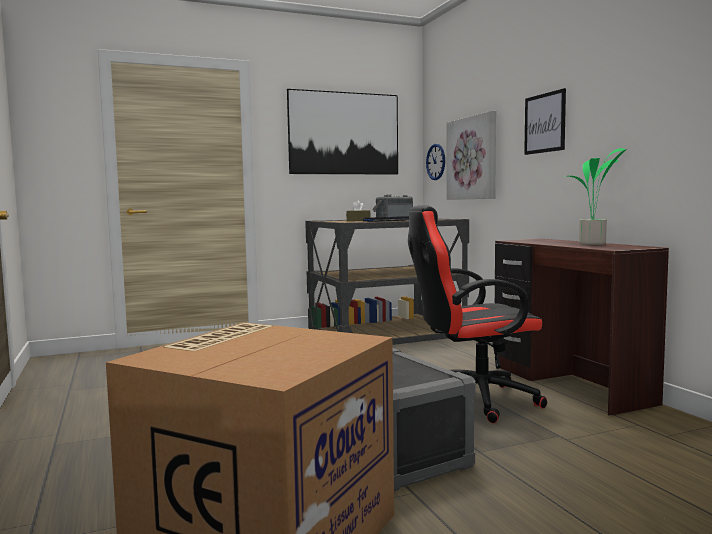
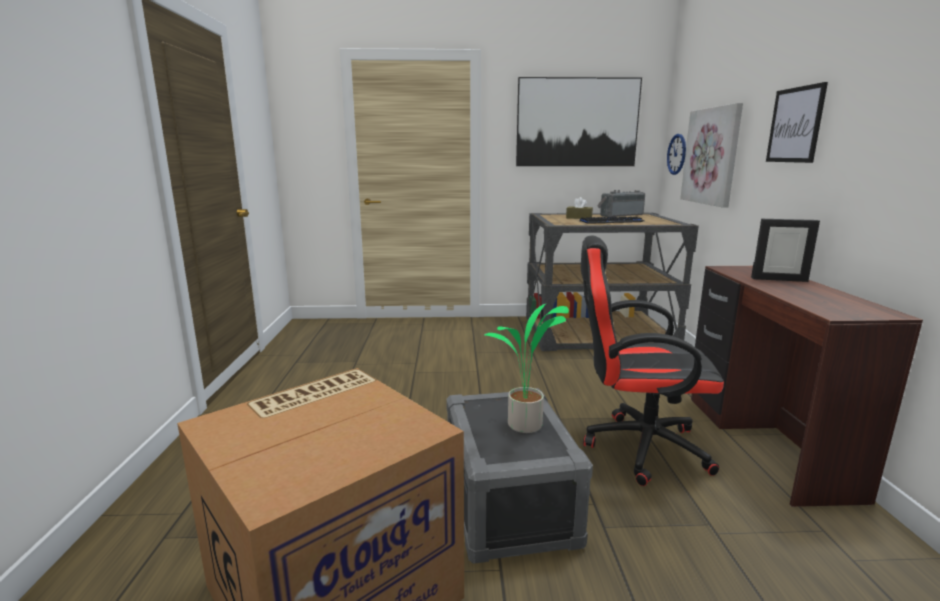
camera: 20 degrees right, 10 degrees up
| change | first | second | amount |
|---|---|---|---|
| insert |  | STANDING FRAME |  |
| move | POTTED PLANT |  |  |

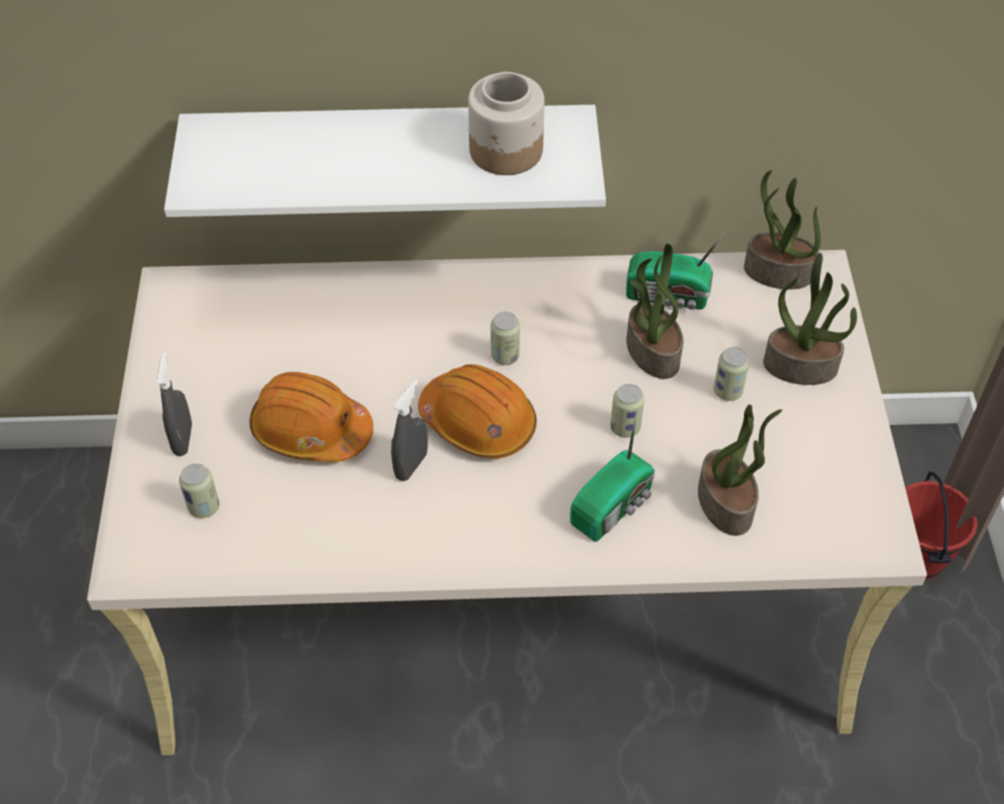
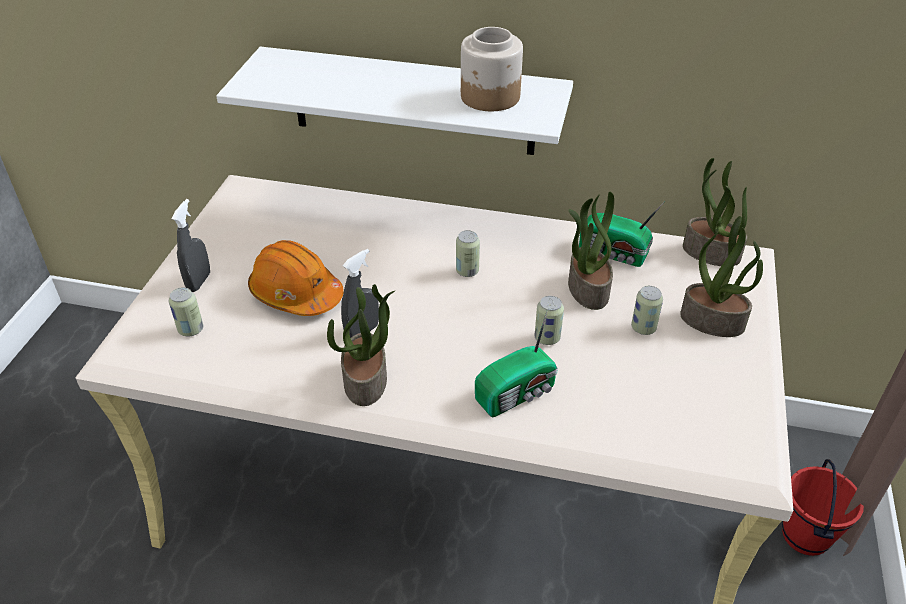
camera: 15 degrees right, 10 degrees down
| change | first | second | amount |
|---|---|---|---|
| delete | ORANGE-COLOURED WORK HELMET (2nd from left) |  |  |
| move | POTTED PLANT (2nd from left in the first image) | POTTED PLANT (1st from left) |  |

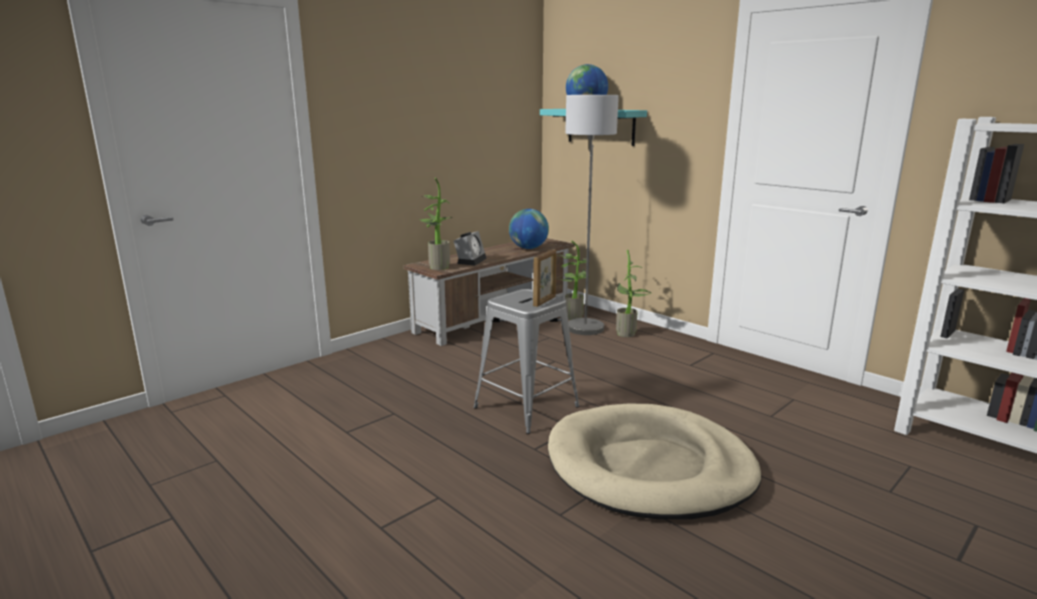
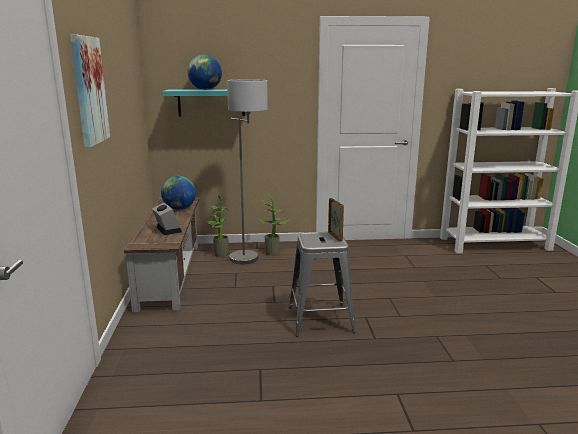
camera: 50 degrees left, 0 degrees up
| change | first | second | amount |
|---|---|---|---|
| delete | POTTED PLANT (1st from left) |  |  |
| delete | SAND-COLOURED DOG CUSHION |  |  |
| insert |  | PICTURE |  |

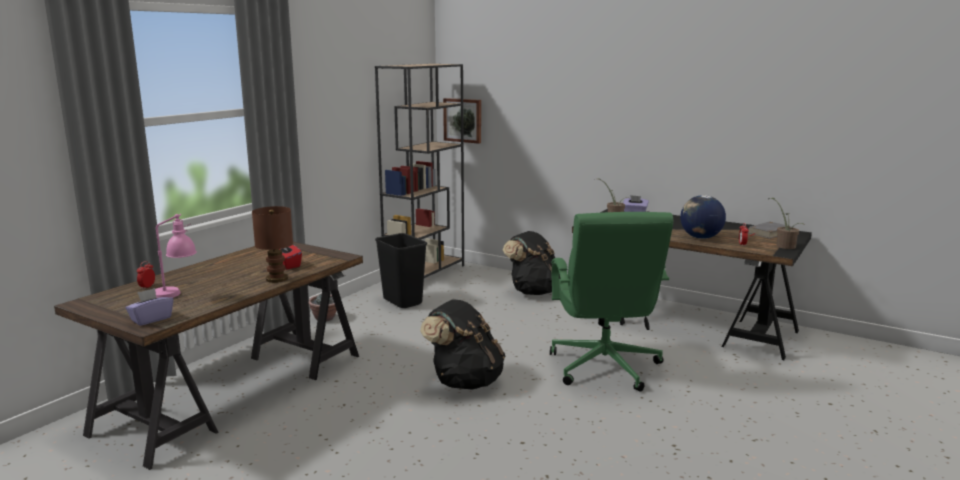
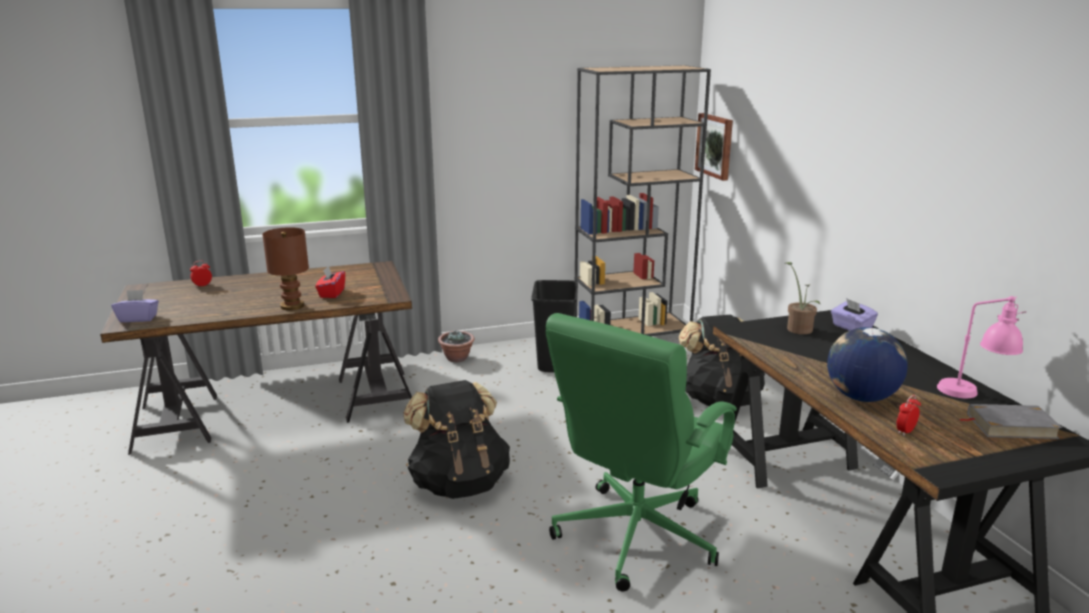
camera: 40 degrees right, 5 degrees up
| change | first | second | amount |
|---|---|---|---|
| delete | POTTED PLANT (3rd from left) |  |  |
| move | PINKISH LAMP FOR A TABLE |  |  |

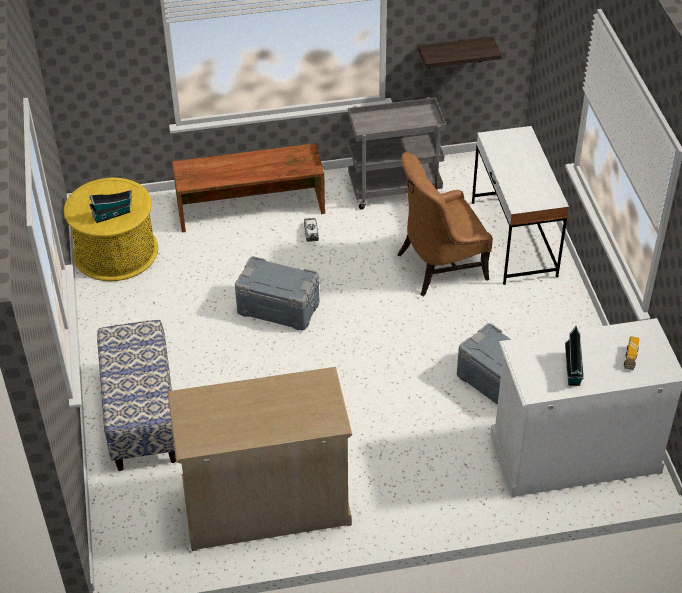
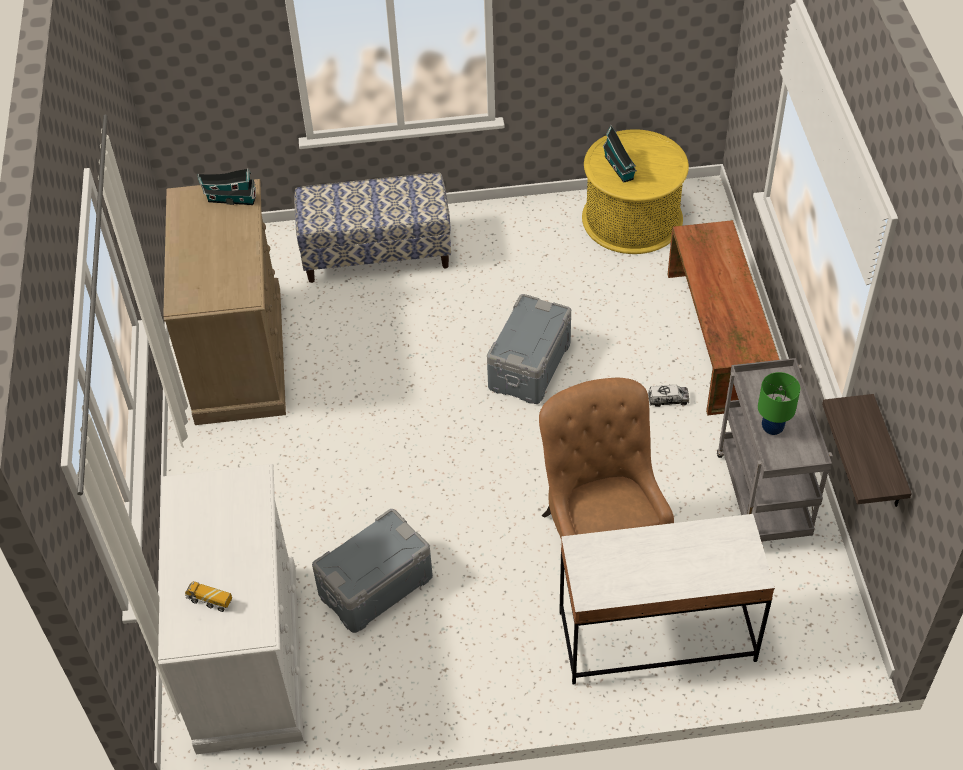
camera: 95 degrees right, 5 degrees up
| change | first | second | amount |
|---|---|---|---|
| insert |  | GREENISH LAMP FOR A TABLE |  |
| move | MINIATURE HOUSE (2nd from left in the first image) | MINIATURE HOUSE (1st from left) |  |

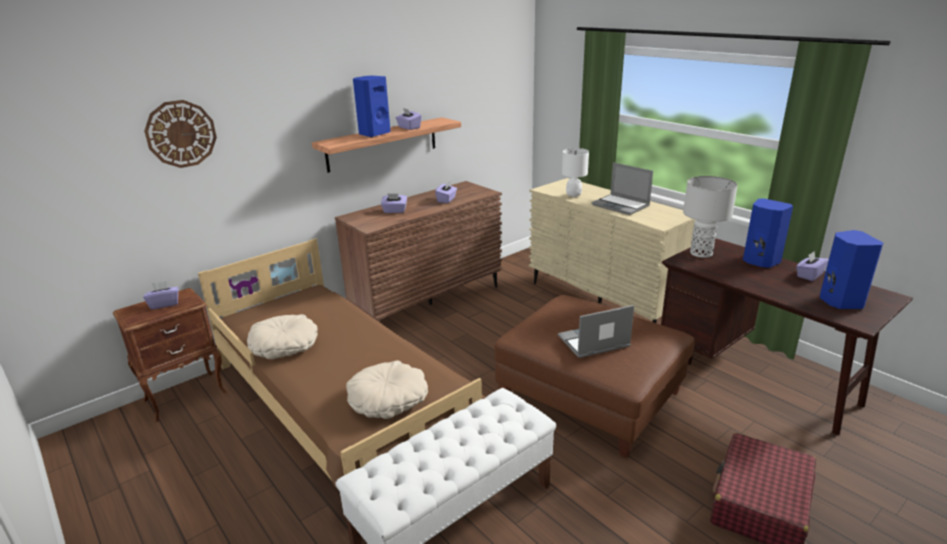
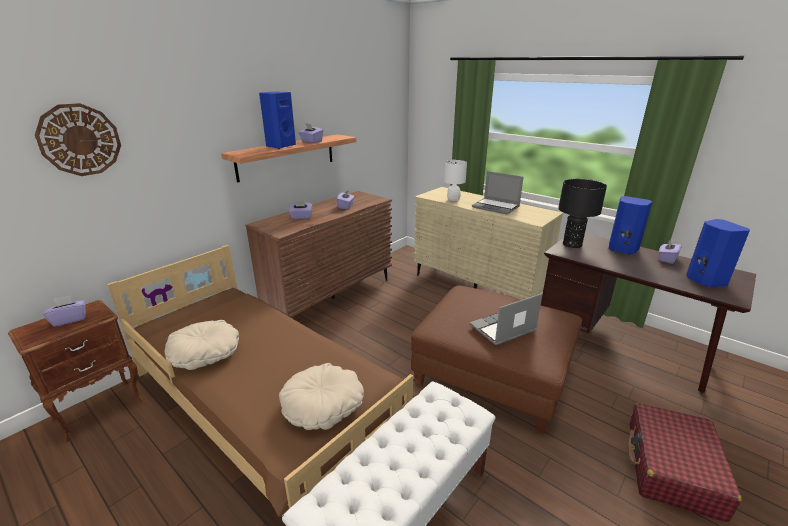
camera: 10 degrees left, 0 degrees up
| change | first | second | amount |
|---|---|---|---|
| recolor | WHITISH LAMP FOR A TABLE (2nd from left) | BLACKISH LAMP FOR A TABLE |  |

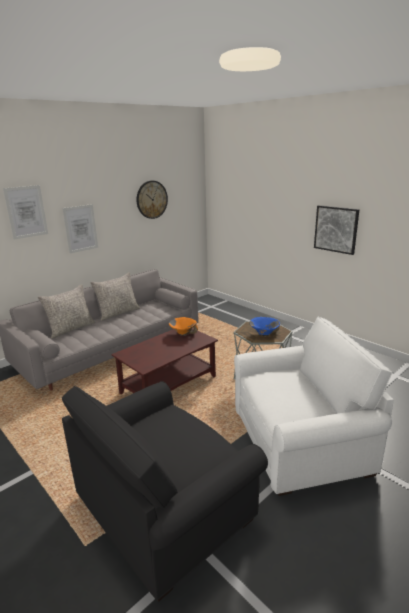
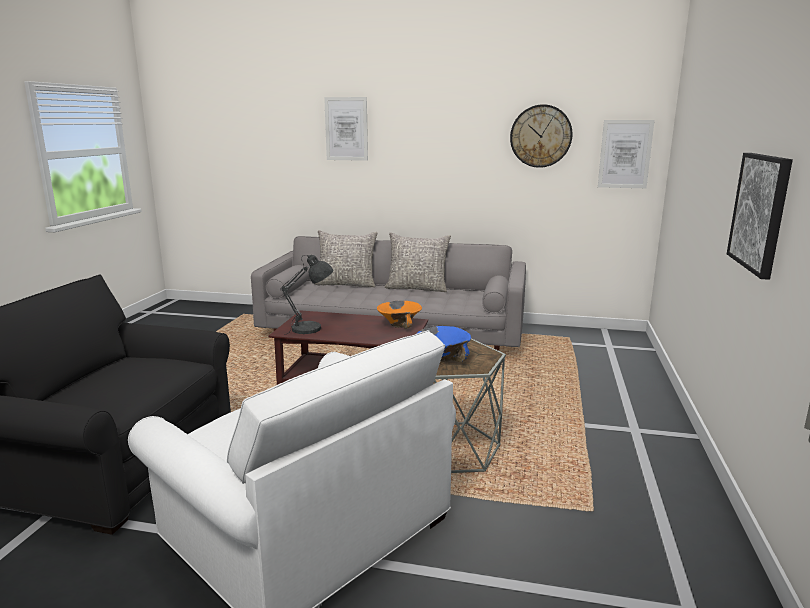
camera: 55 degrees right, 5 degrees down
| change | first | second | amount |
|---|---|---|---|
| insert |  | GREYISH LAMP FOR A TABLE |  |
| move | PICTURE (2nd from left) |  |  |

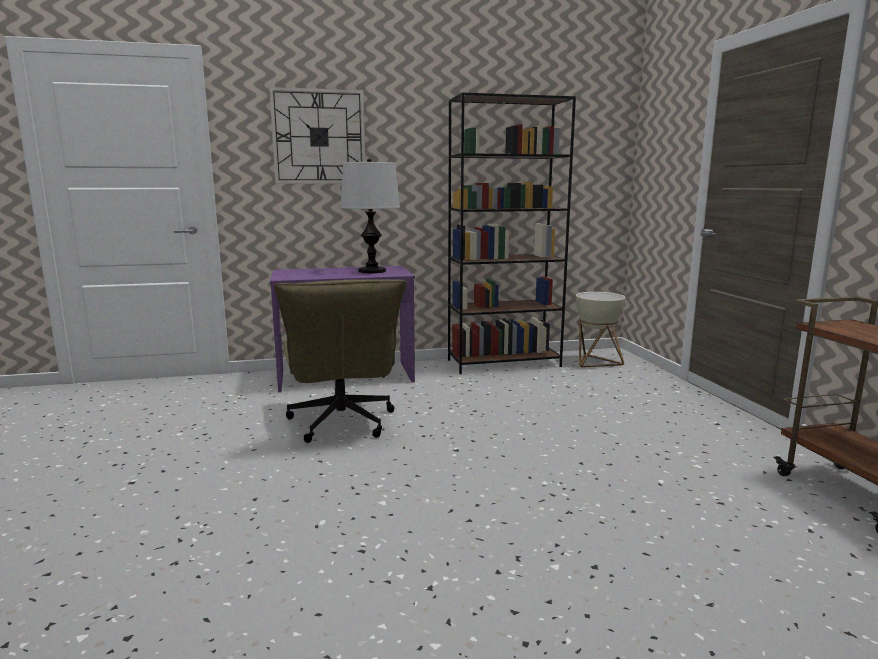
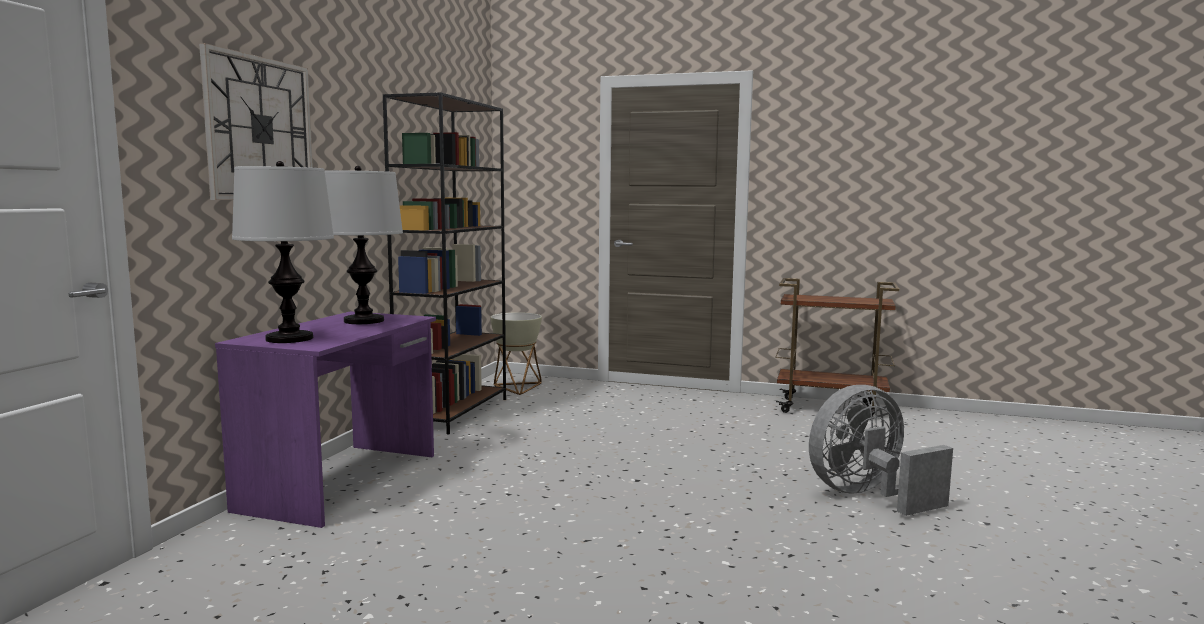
camera: 60 degrees left, 5 degrees down
| change | first | second | amount |
|---|---|---|---|
| delete | SAND-COLOURED COMPUTER CHAIR |  |  |
| insert |  | LAMP FOR A TABLE (1st from left) |  |
| insert |  | GREYISH COOLING FAN |  |

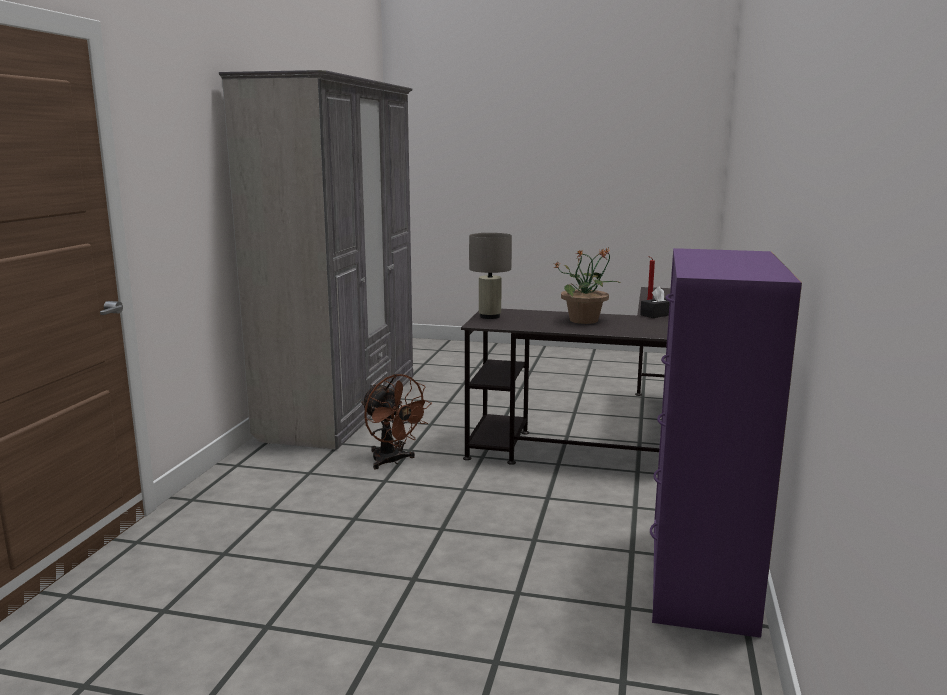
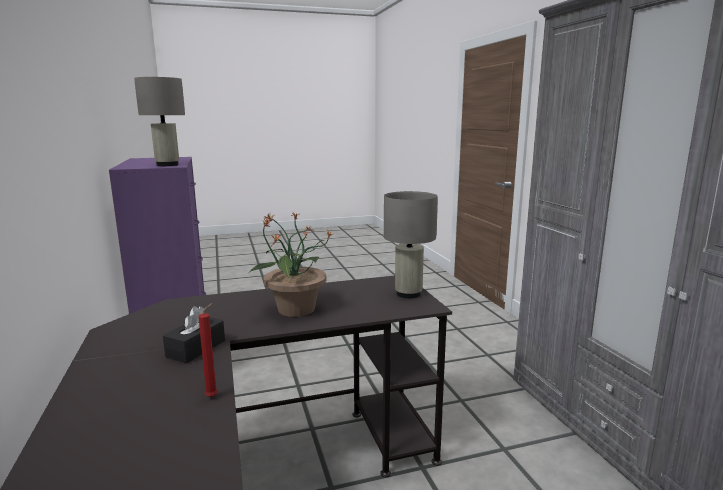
camera: 150 degrees right, 0 degrees up
| change | first | second | amount |
|---|---|---|---|
| delete | BROWNISH COOLING FAN |  |  |
| insert |  | GREYISH LAMP FOR A TABLE (1st from left) |  |

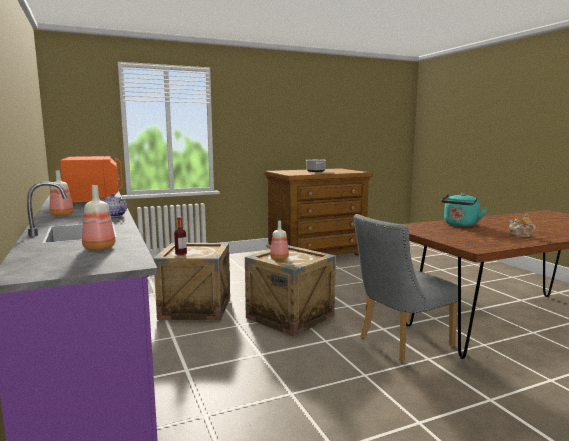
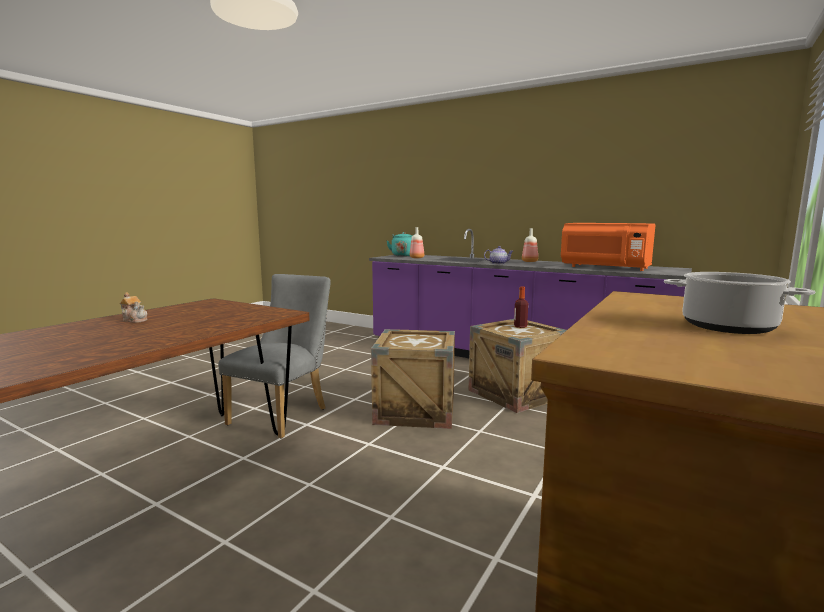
camera: 145 degrees right, 0 degrees up
| change | first | second | amount |
|---|---|---|---|
| delete | BEVERAGE BOTTLE (4th from left) |  |  |
| move | BLUE-GREEN TEA KETTLE |  |  |

